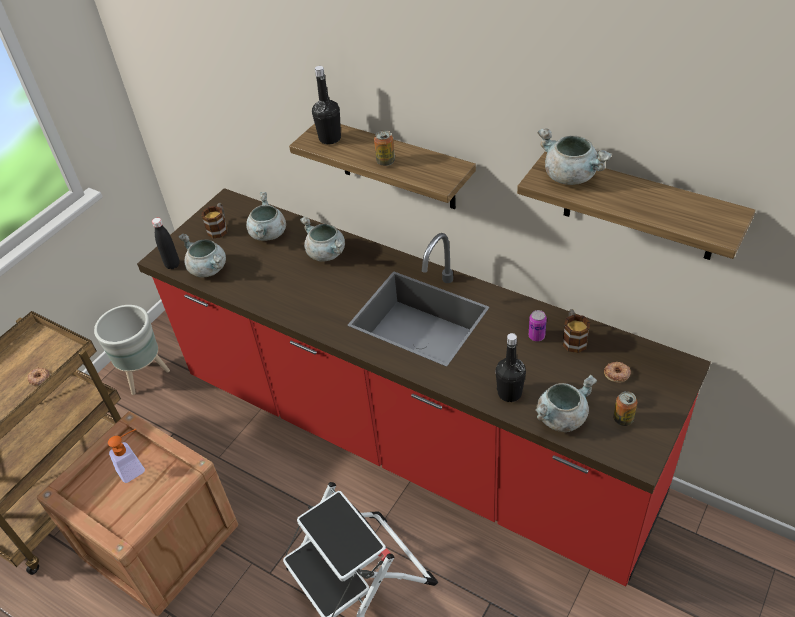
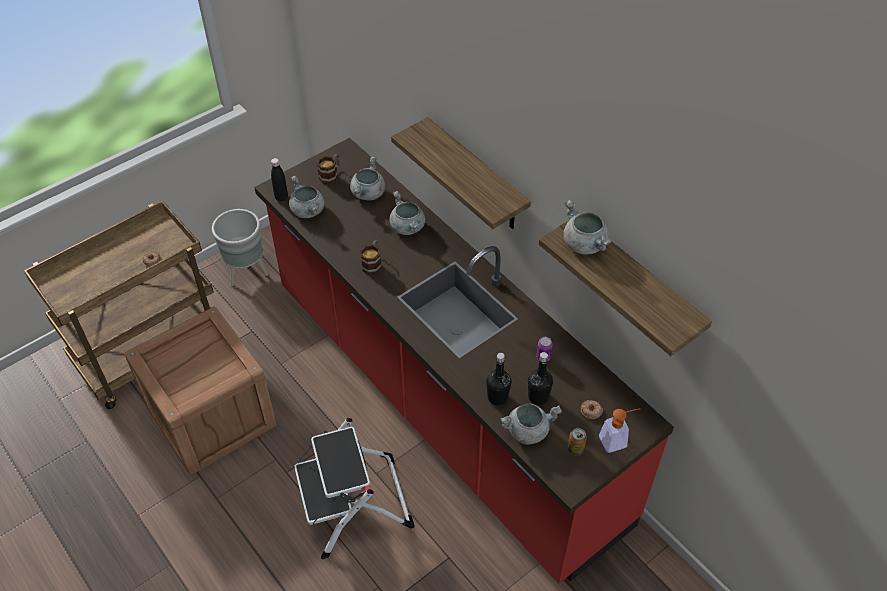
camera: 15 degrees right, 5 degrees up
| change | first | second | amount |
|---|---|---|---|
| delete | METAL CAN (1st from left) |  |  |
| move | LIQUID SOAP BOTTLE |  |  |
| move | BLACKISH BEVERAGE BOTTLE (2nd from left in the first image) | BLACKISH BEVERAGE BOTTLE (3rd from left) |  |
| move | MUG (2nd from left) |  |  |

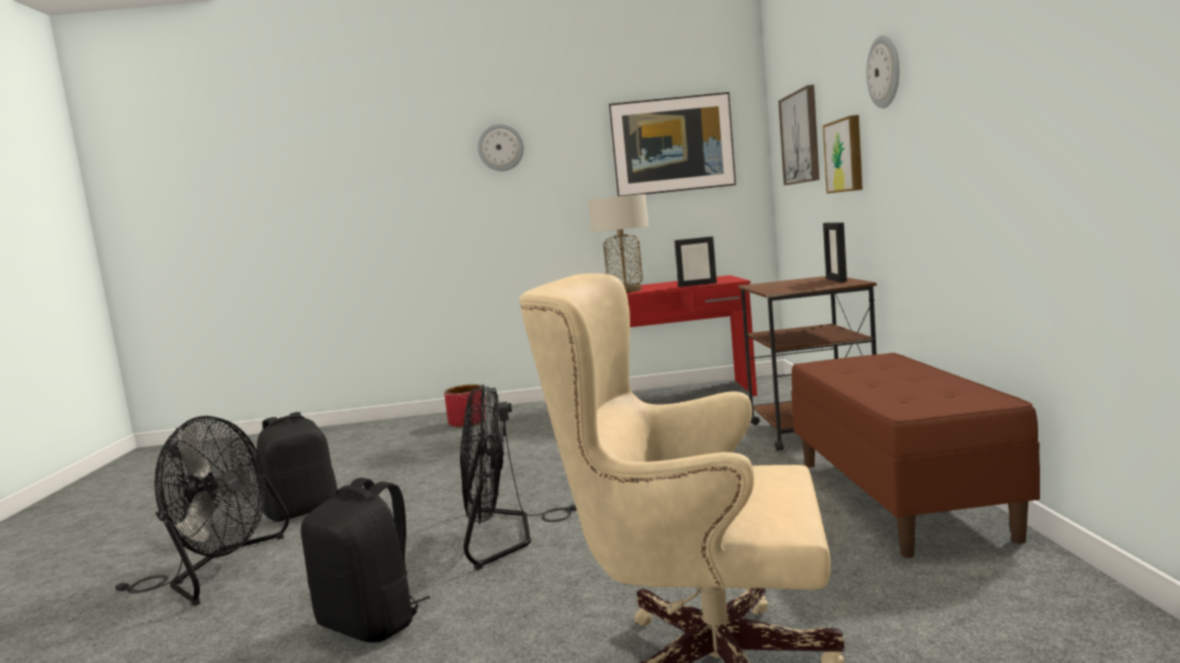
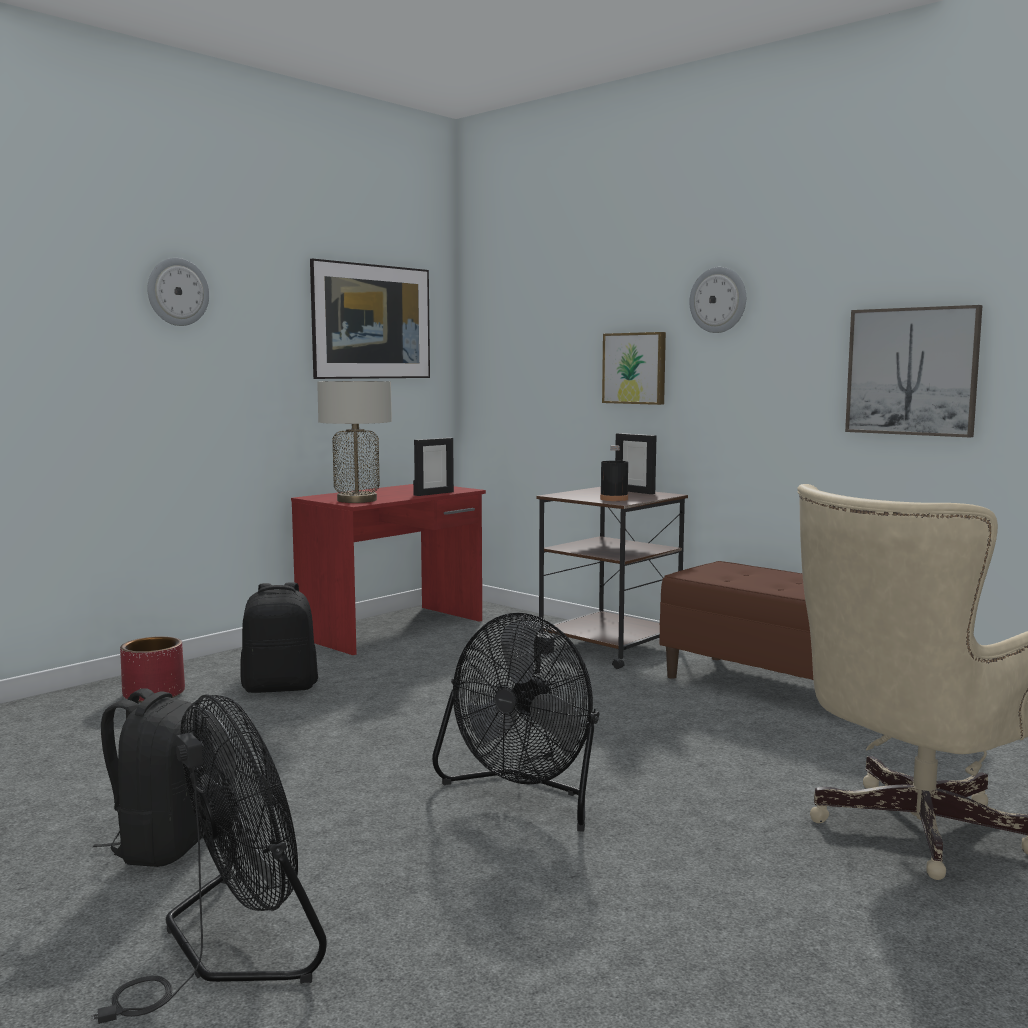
camera: 45 degrees left, 0 degrees up
| change | first | second | amount |
|---|---|---|---|
| insert |  | BLACKISH BEVERAGE BOTTLE |  |
| move | BLACKISH KNAPSACK (2nd from left) |  |  |
| move | PICTURE (2nd from left in the first image) | PICTURE (3rd from left) |  |

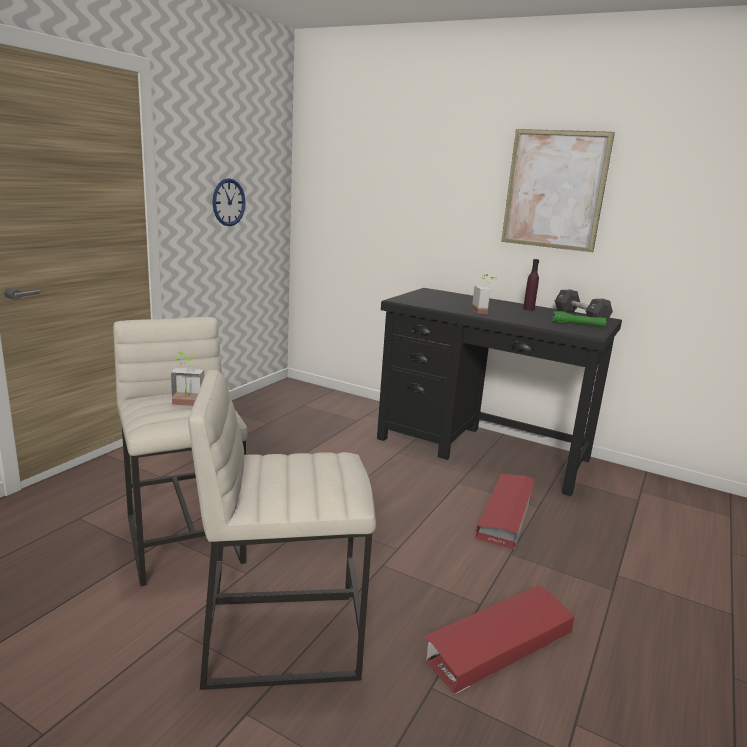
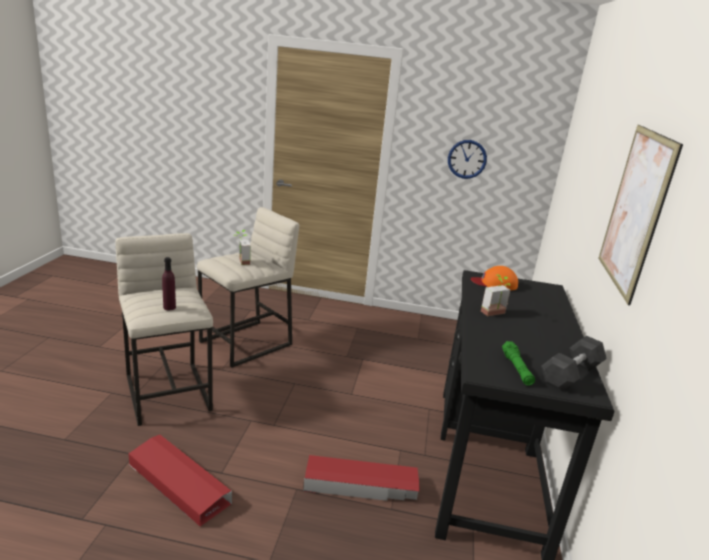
camera: 70 degrees right, 5 degrees up
| change | first | second | amount |
|---|---|---|---|
| insert |  | ORANGE-COLOURED CAP |  |
| move | PURPLISH BEVERAGE BOTTLE |  |  |

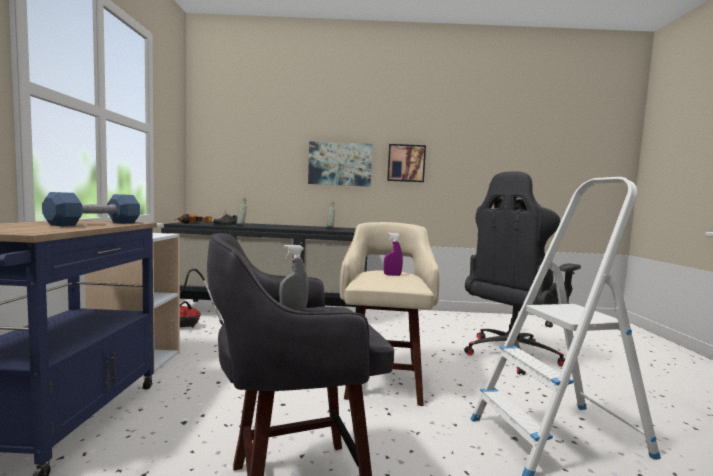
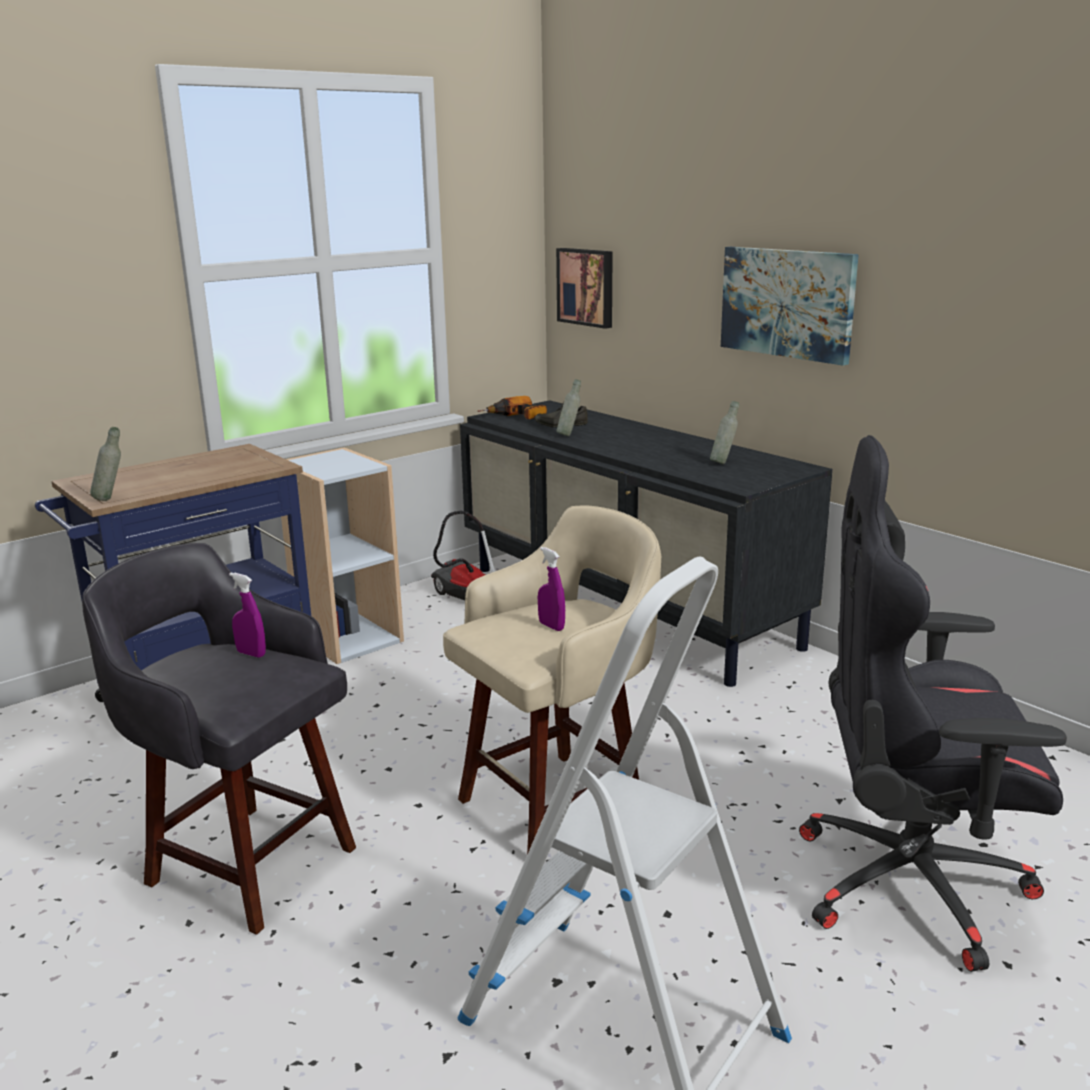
camera: 50 degrees right, 15 degrees up
| change | first | second | amount |
|---|---|---|---|
| delete | BLUE-COLOURED FREE WEIGHT |  |  |
| insert |  | GREYISH BEVERAGE BOTTLE (1st from left) |  |
| move | PICTURE (2nd from left in the first image) | PICTURE (1st from left) |  |
| recolor | GREYISH SPRAY BOTTLE | PURPLISH SPRAY BOTTLE (1st from left) |  |

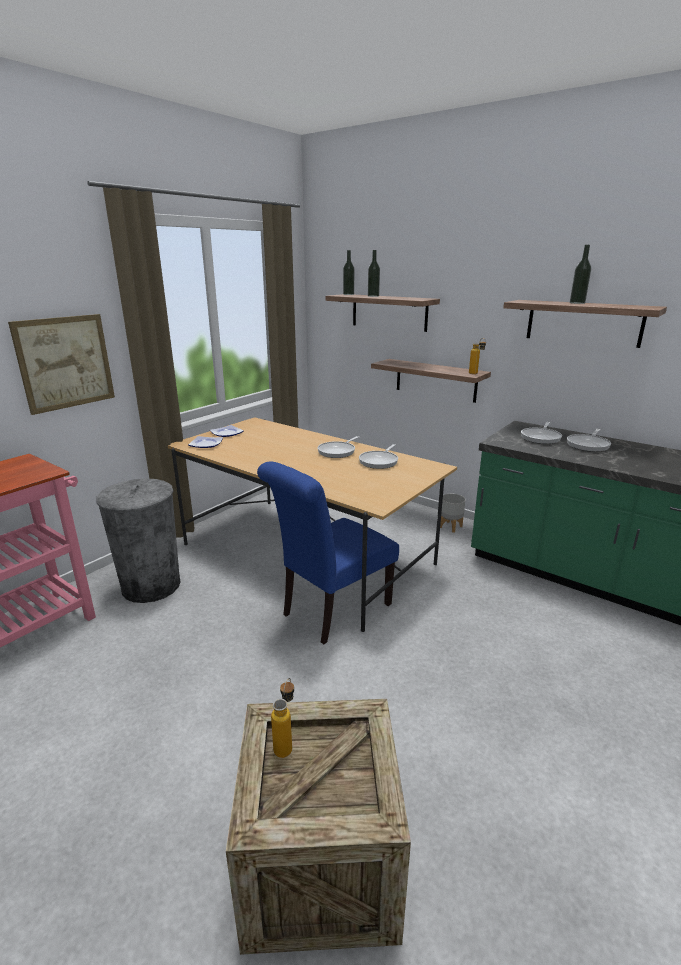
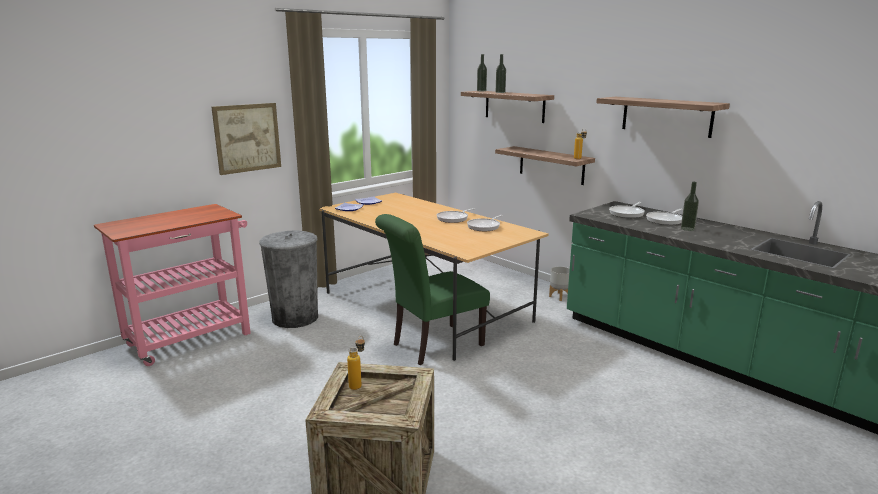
camera: 10 degrees right, 5 degrees down
| change | first | second | amount |
|---|---|---|---|
| move | BEVERAGE BOTTLE (5th from left) |  |  |
| recolor | BLUE-COLOURED PLAIN CHAIR | GREENISH PLAIN CHAIR |  |

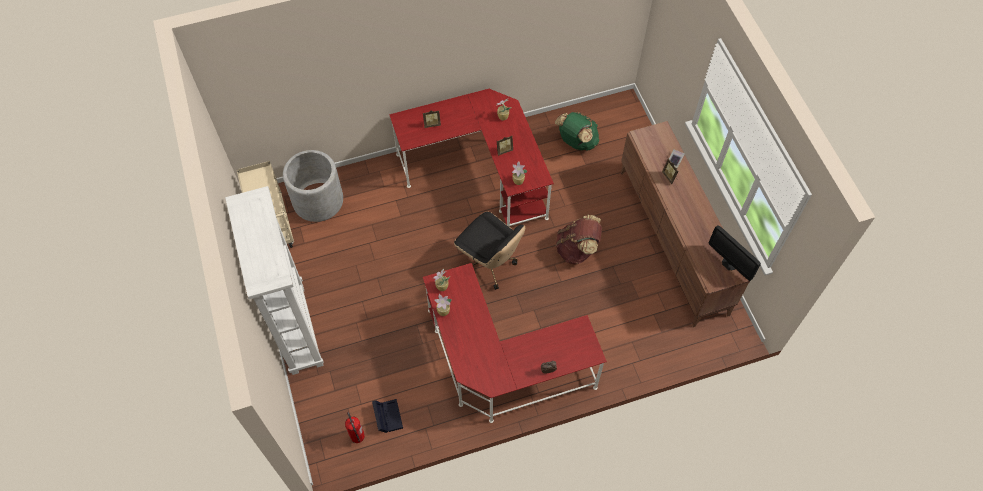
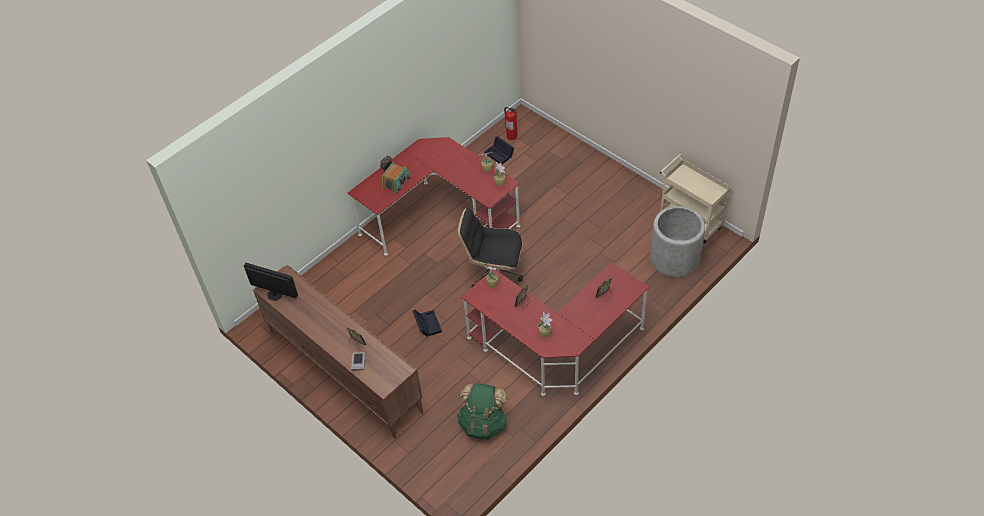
camera: 155 degrees right, 10 degrees down
| change | first | second | amount |
|---|---|---|---|
| delete | WHITISH BOOKSHELF |  |  |
| insert |  | RADIO SET |  |
| replace | BROWNISH KNAPSACK | BLACKISH STORAGE BIN (1st from left) |  |

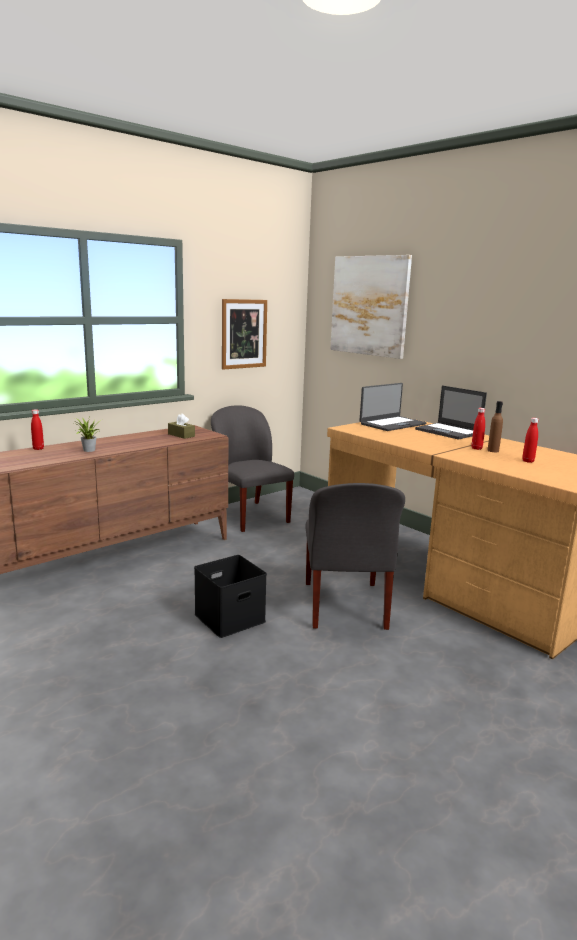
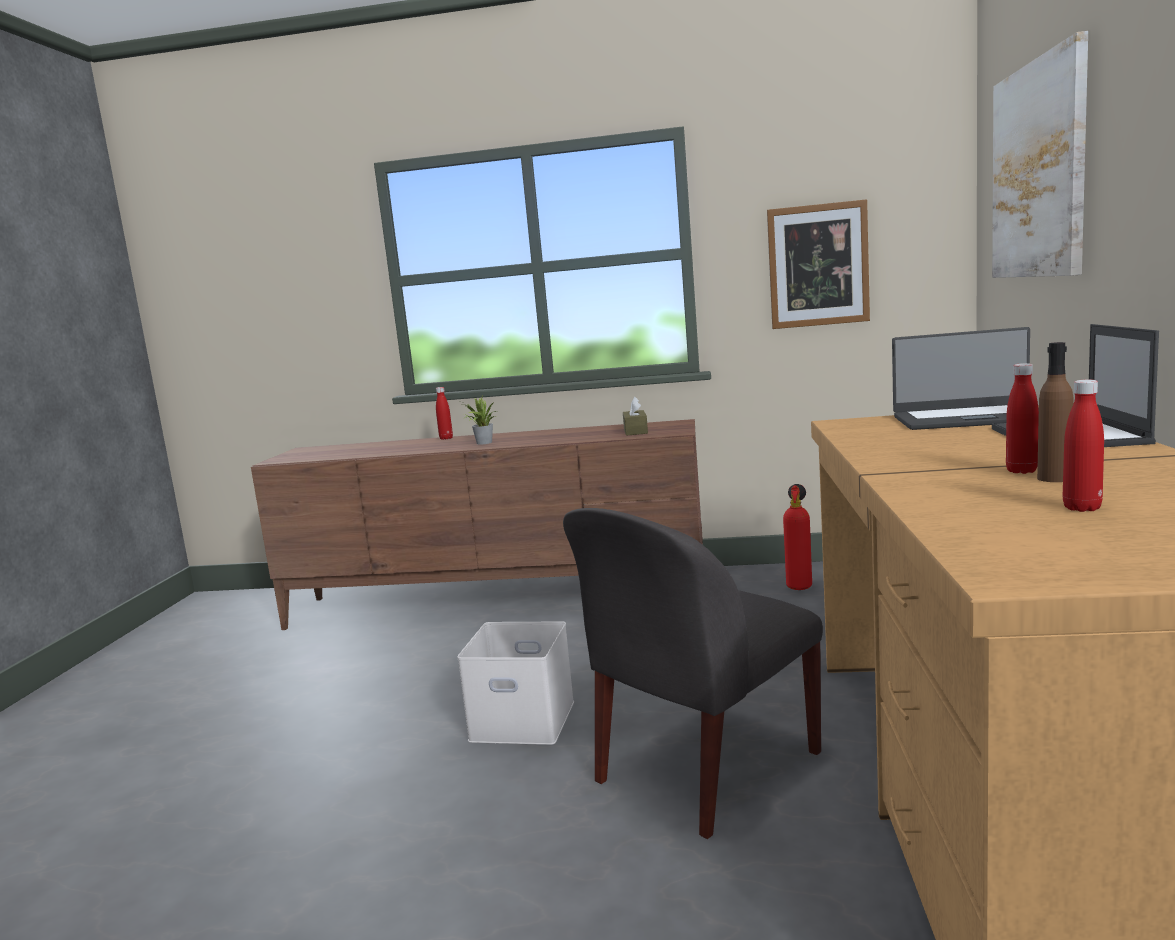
camera: 50 degrees right, 5 degrees down
| change | first | second | amount |
|---|---|---|---|
| replace | GREYISH PLAIN CHAIR (1st from left) | EXTINGUISHER |  |
| recolor | BLACKISH STORAGE BIN | WHITISH STORAGE BIN |  |

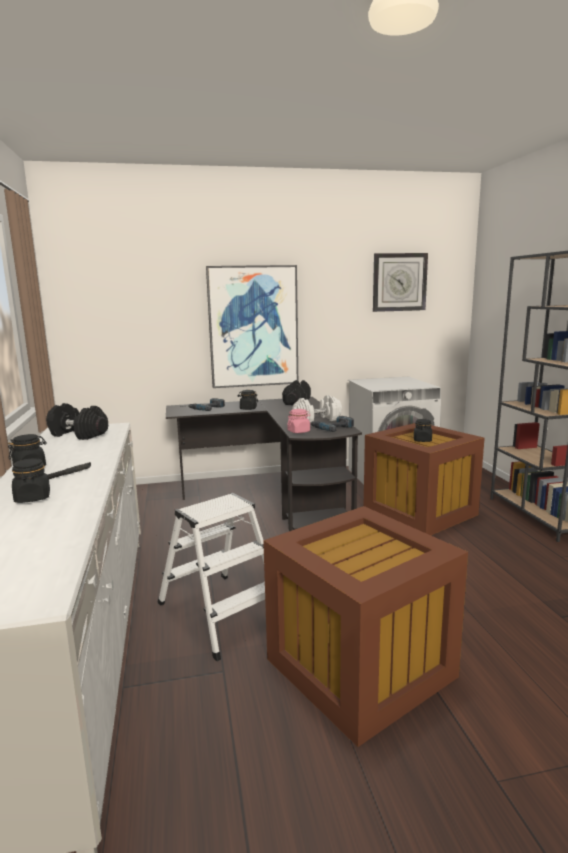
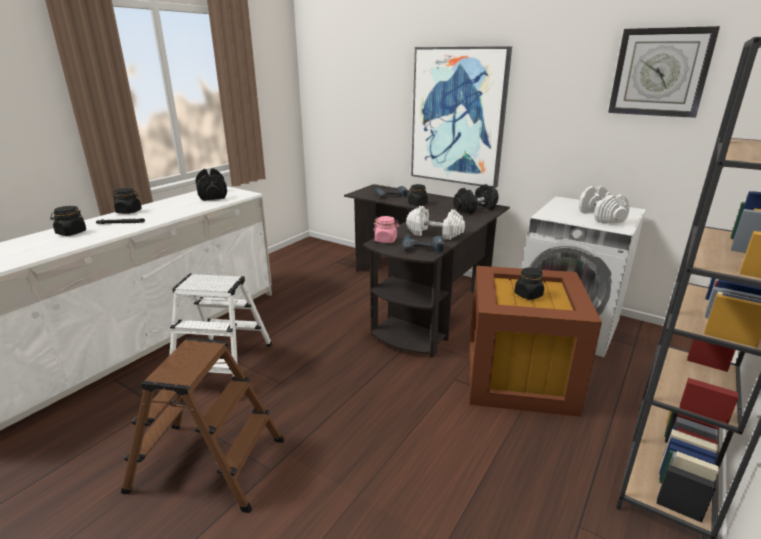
camera: 45 degrees right, 10 degrees up
| change | first | second | amount |
|---|---|---|---|
| insert |  | WHITISH FREE WEIGHT (2nd from left) |  |
| replace | BROWNISH STORAGE BIN (1st from left) | BROWNISH STEP STOOL |  |

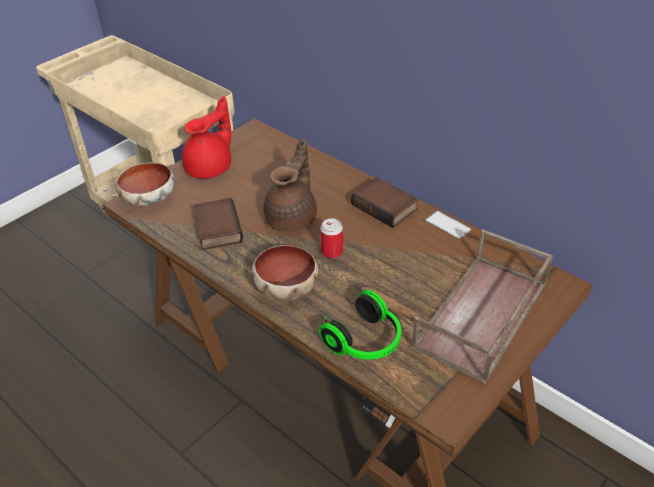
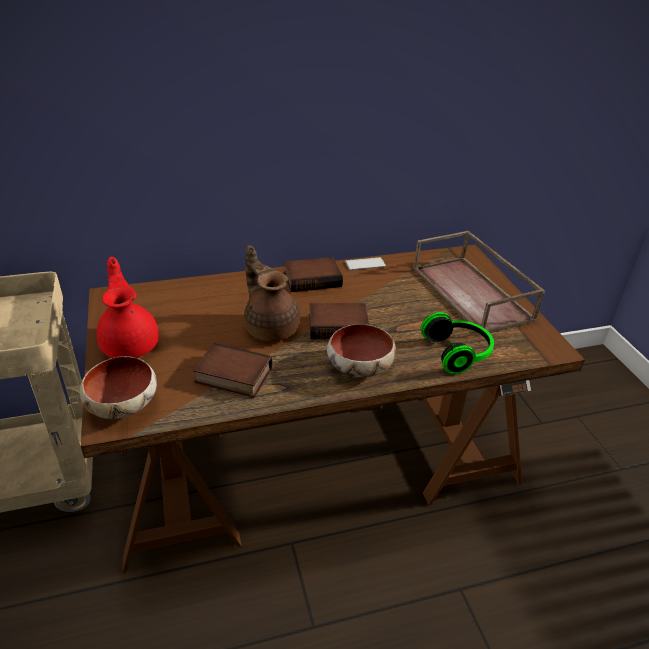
camera: 60 degrees left, 5 degrees down
| change | first | second | amount |
|---|---|---|---|
| replace | METAL CAN | VOLUME (3rd from left) |  |

